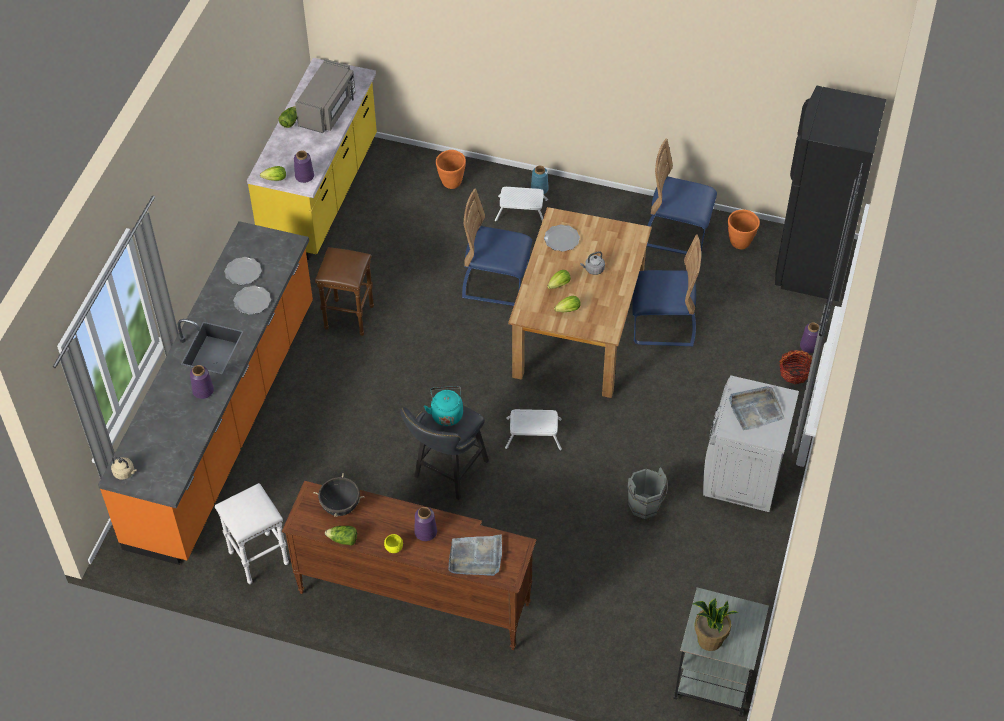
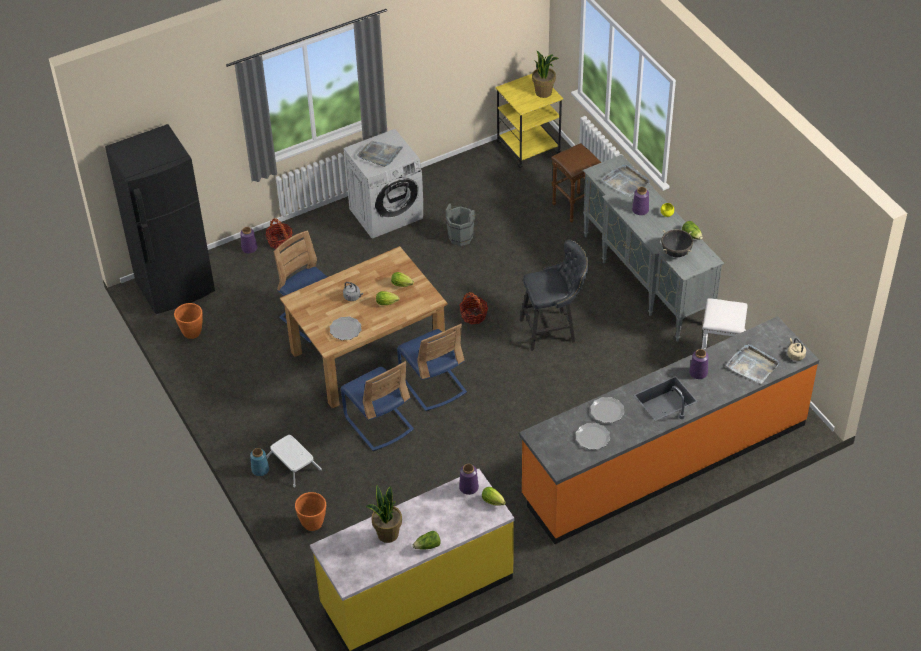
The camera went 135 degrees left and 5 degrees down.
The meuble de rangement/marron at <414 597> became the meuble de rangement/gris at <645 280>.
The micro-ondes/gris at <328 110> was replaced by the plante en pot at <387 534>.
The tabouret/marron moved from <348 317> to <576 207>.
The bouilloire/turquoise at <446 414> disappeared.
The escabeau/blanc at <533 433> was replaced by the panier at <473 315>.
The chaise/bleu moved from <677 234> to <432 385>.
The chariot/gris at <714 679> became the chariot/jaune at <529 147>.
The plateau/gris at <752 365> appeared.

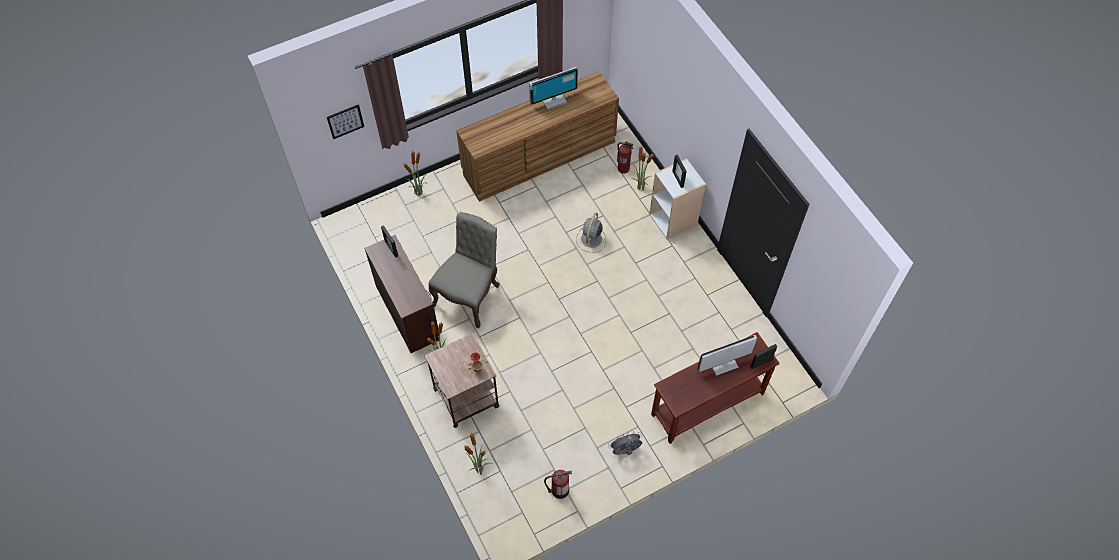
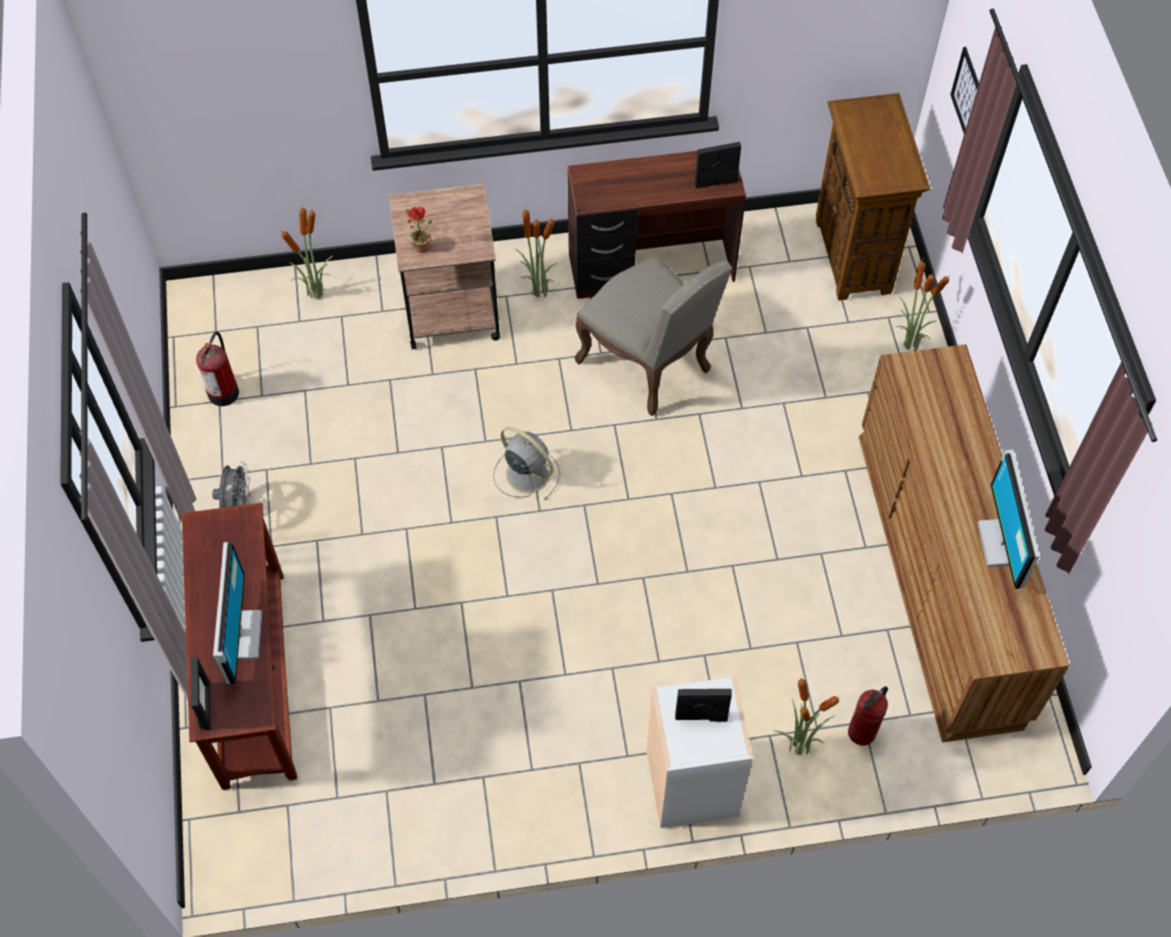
The camera went 110 degrees right and 0 degrees up.
The ventilateur/gris moved from <591 239> to <526 473>.
The meuble de rangement/marron at <854 257> appeared.

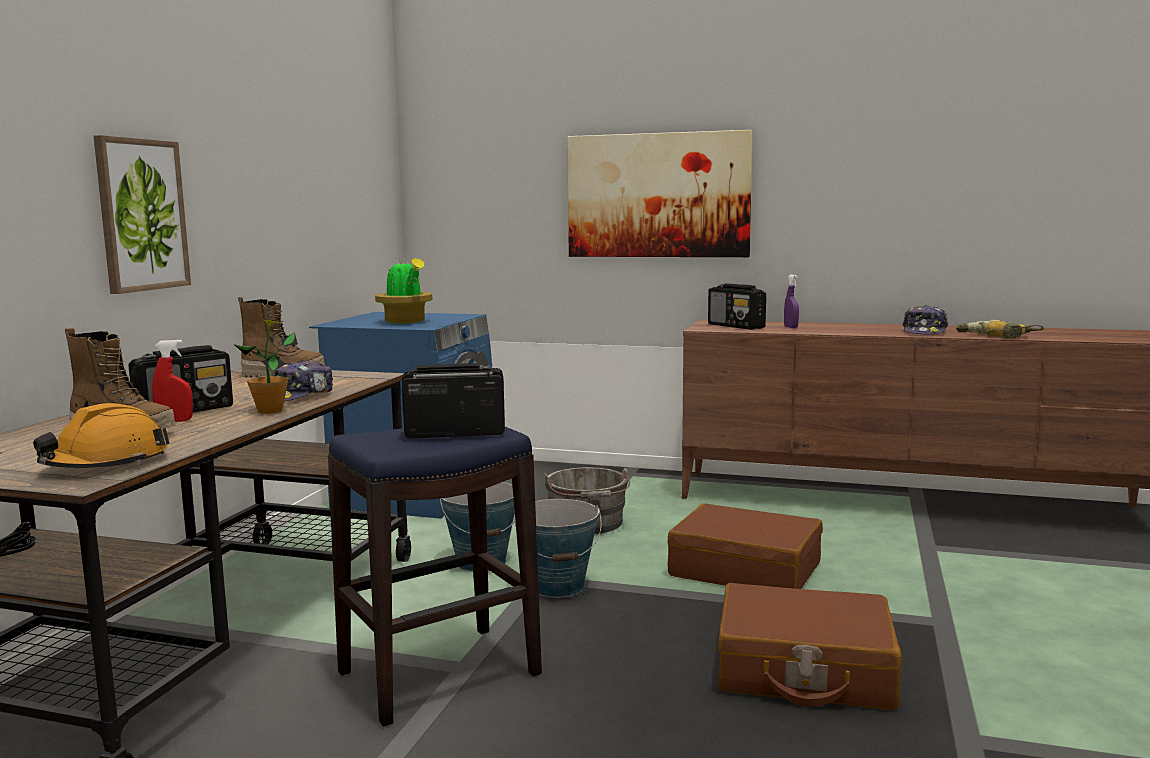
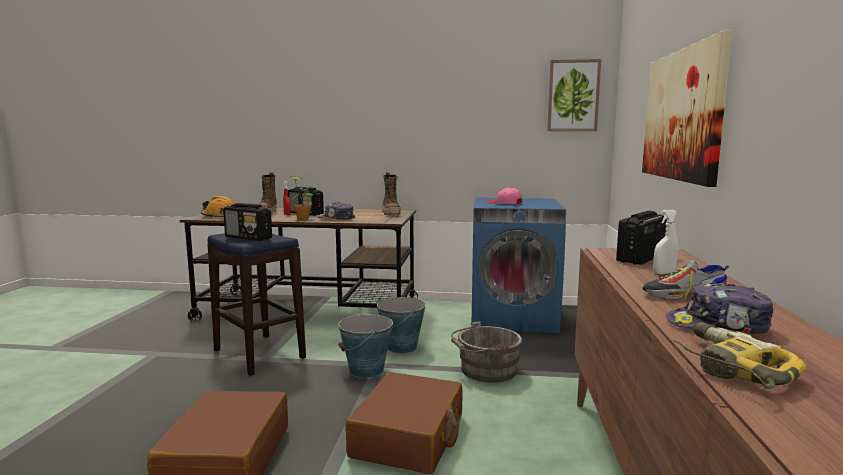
The camera went 80 degrees right and 0 degrees up.
The tableau moved from <141 215> to <573 96>.
The plante en pot at <406 322> was replaced by the casquette/rose at <505 203>.
The radio at <454 433> turned 135 degrees clockwise.
The vaporisateur/violet at <790 327> became the vaporisateur/blanc at <664 273>.
The chaussure at <683 296> appeared.

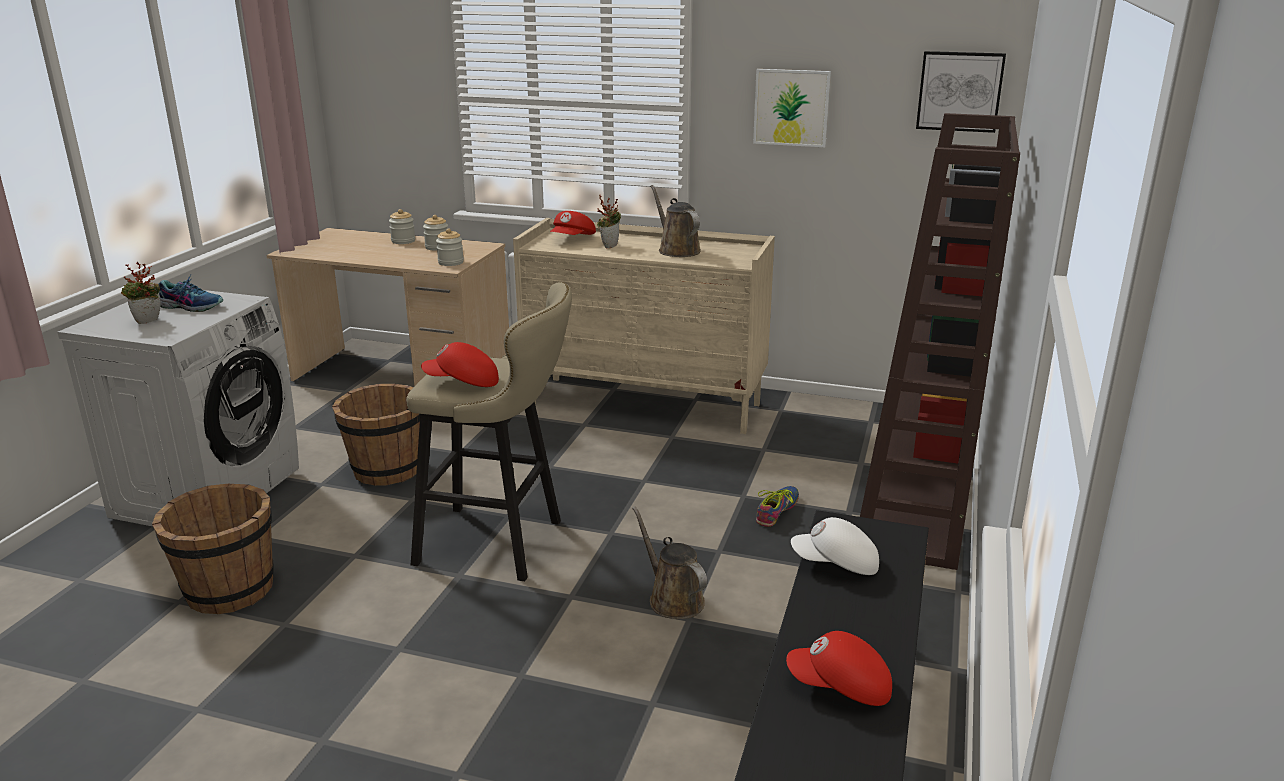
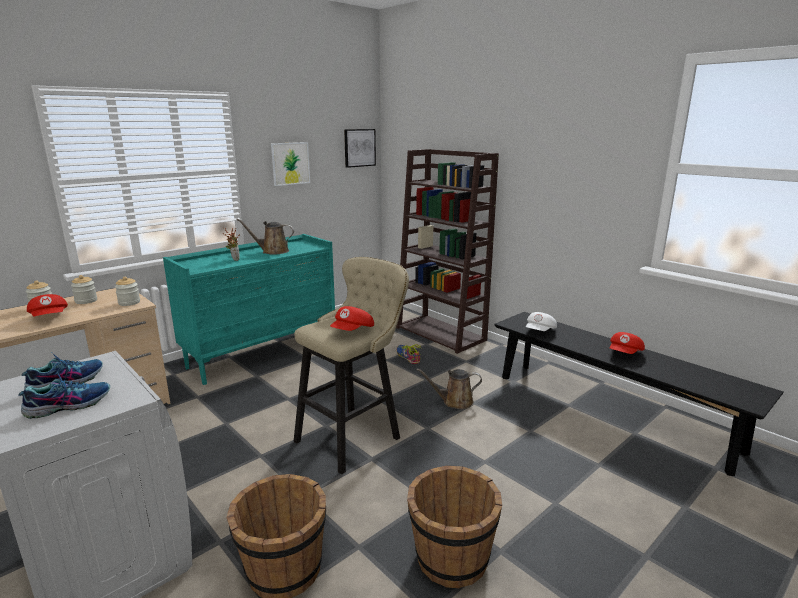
The camera went 60 degrees left and 5 degrees down.
The plante en pot at <148 322> was replaced by the chaussure at <69 405>.
The seau/marron moved from <386 470> to <451 560>.
The meuble de rangement/beige at <646 404> became the meuble de rangement/turquoise at <263 354>.
The casquette/rouge moved from <573 239> to <50 317>.

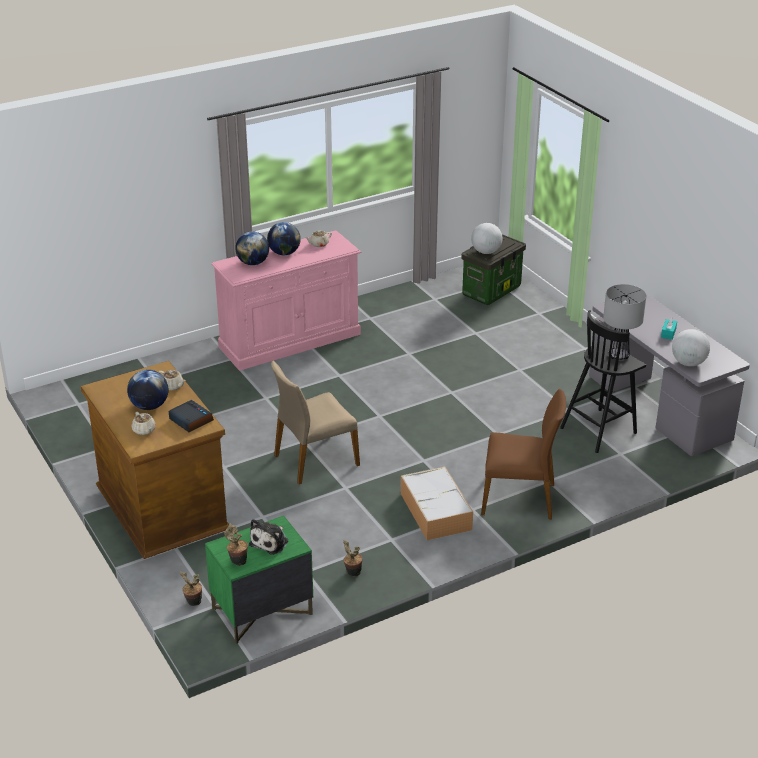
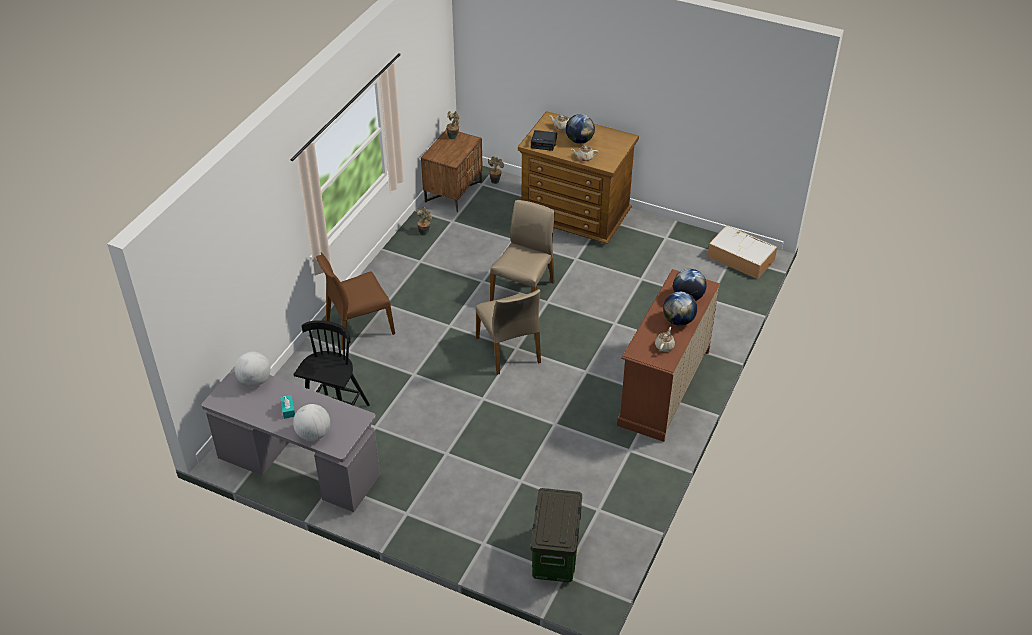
The camera went 145 degrees right and 10 degrees up.
The table de chevet/vert at <261 612> became the table de chevet/marron at <453 192>.
The meuble de rangement/rose at <291 340> became the meuble de rangement/marron at <663 388>.
The peluche at <270 542> disappeared.
The boîte de rangement moved from <436 512> to <739 258>.
The globe moved from <486 252> to <314 434>.
The lampe de table at <619 356> disappeared.
The chaise/beige at <509 350> appeared.

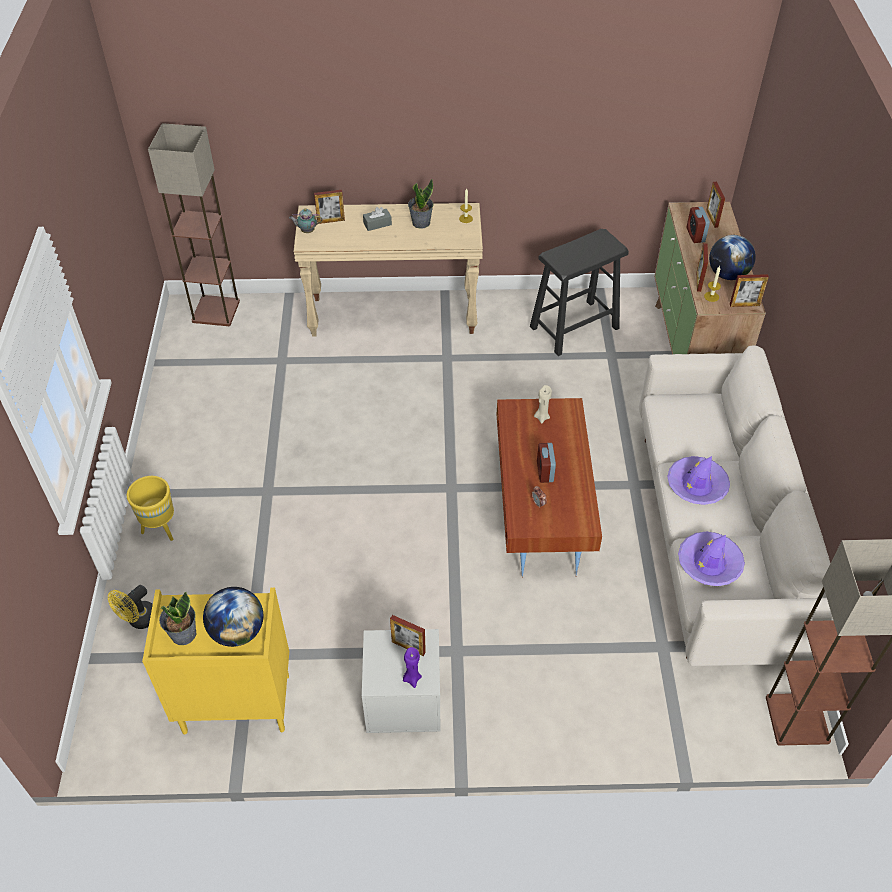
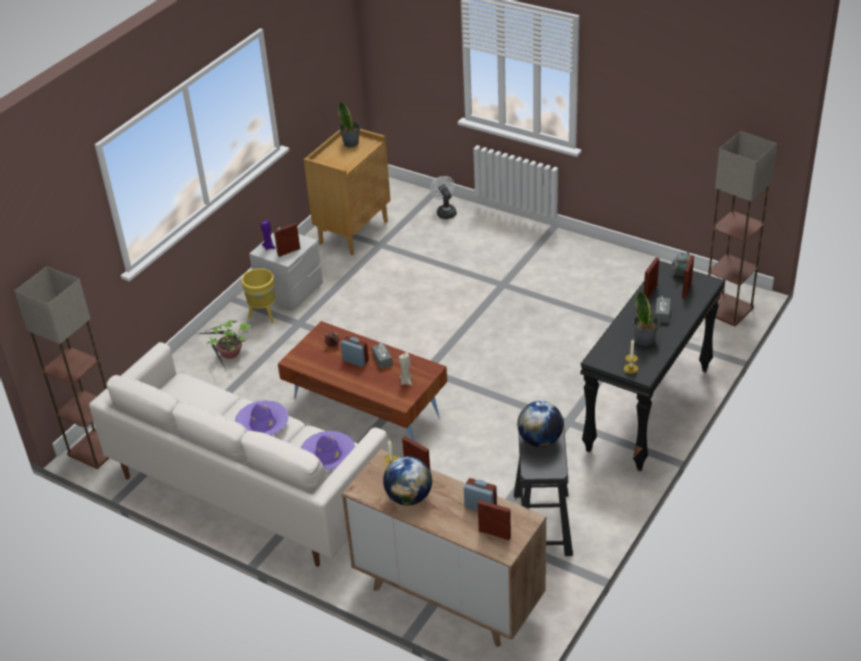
The camera went 125 degrees right and 10 degrees down.
The ventilateur/jaune at <139 620> became the ventilateur/blanc at <445 212>.
The cache-pot/jaune moved from <160 528> to <264 315>.
The meuble de rangement/jaune at <235 703> became the meuble de rangement/marron at <354 232>.
The globe moved from <237 631> to <540 440>.
The table console/beige at <393 315> became the table console/noir at <649 410>.
The chapeau/violet moved from <709 563> to <328 455>.
The cadre photo moved from <744 305> to <650 292>.
The plante en pot at <231 356> appeared.
The boîte à mouchoirs/gris at <382 360> appeared.

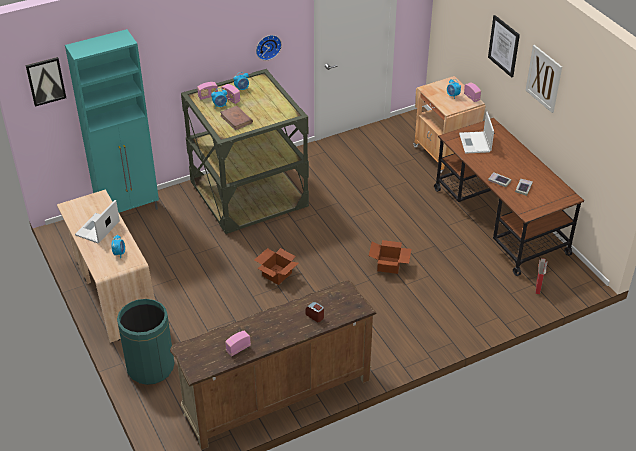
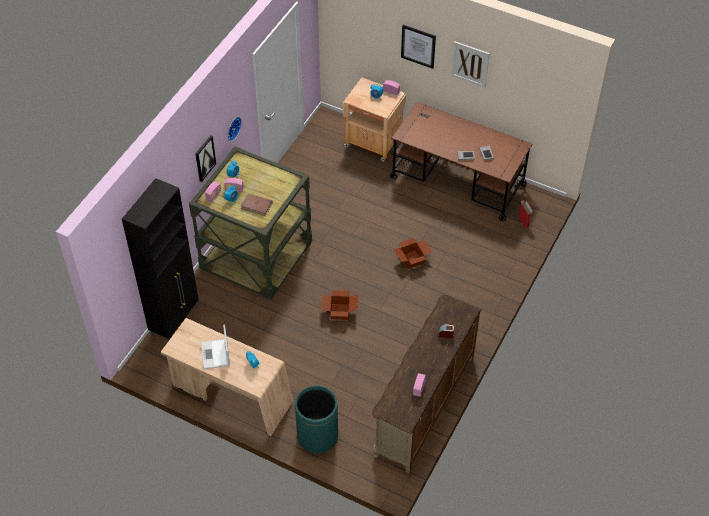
The camera went 35 degrees left and 10 degrees up.
The tableau moved from <45 81> to <204 158>.
The meuble de rangement/turquoise at <129 210> became the meuble de rangement/noir at <175 321>.
The ordinateur portable at <475 143> disappeared.

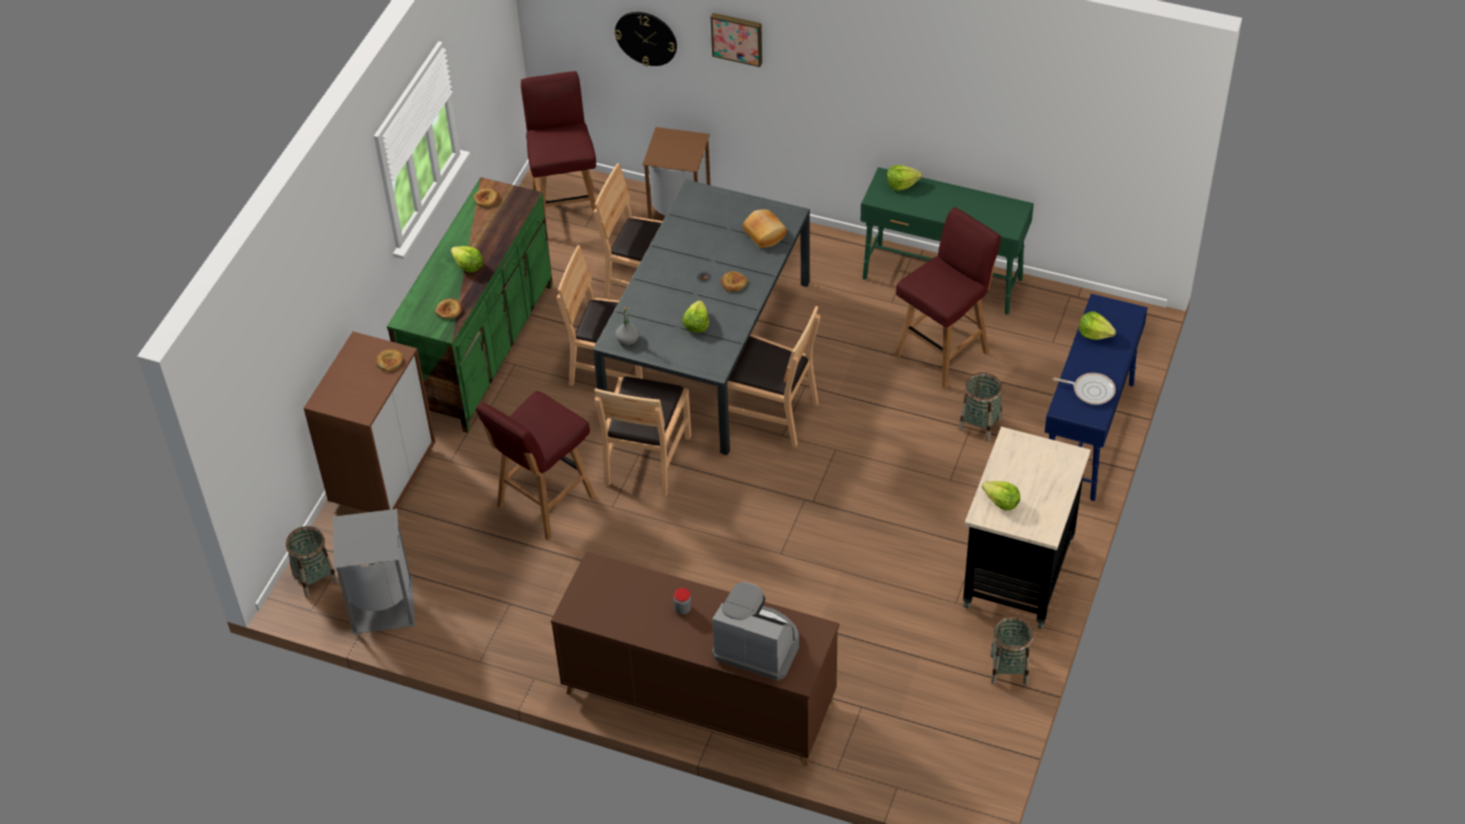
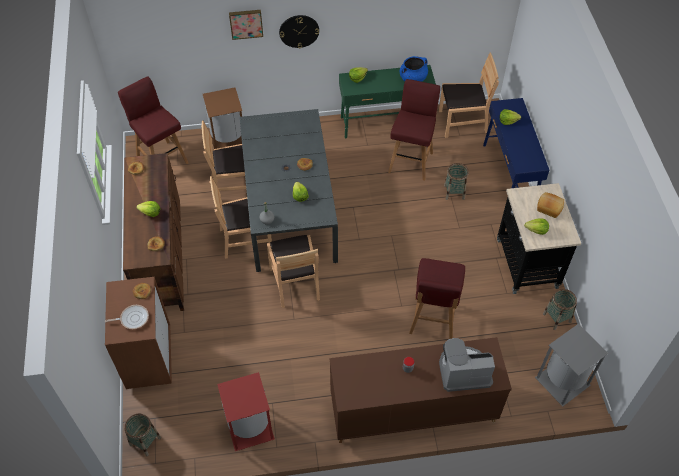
The camera went 30 degrees left and 5 degrees up.
The poubelle/gris moved from <383 603> to <562 380>.
The meuble de rangement/vert at <483 348> became the meuble de rangement/marron at <162 256>.
The tabouret/rouge moved from <544 503> to <433 320>.
The horloge murale moved from <646 38> to <299 31>.
The chaise/marron moved from <769 414> to <462 122>.
The pain moved from <765 234> to <549 207>.
The poêle moved from <1091 390> to <132 318>.
The poubelle/rouge at <250 427> appeared.
The marmite/bleu at <413 78> appeared.

